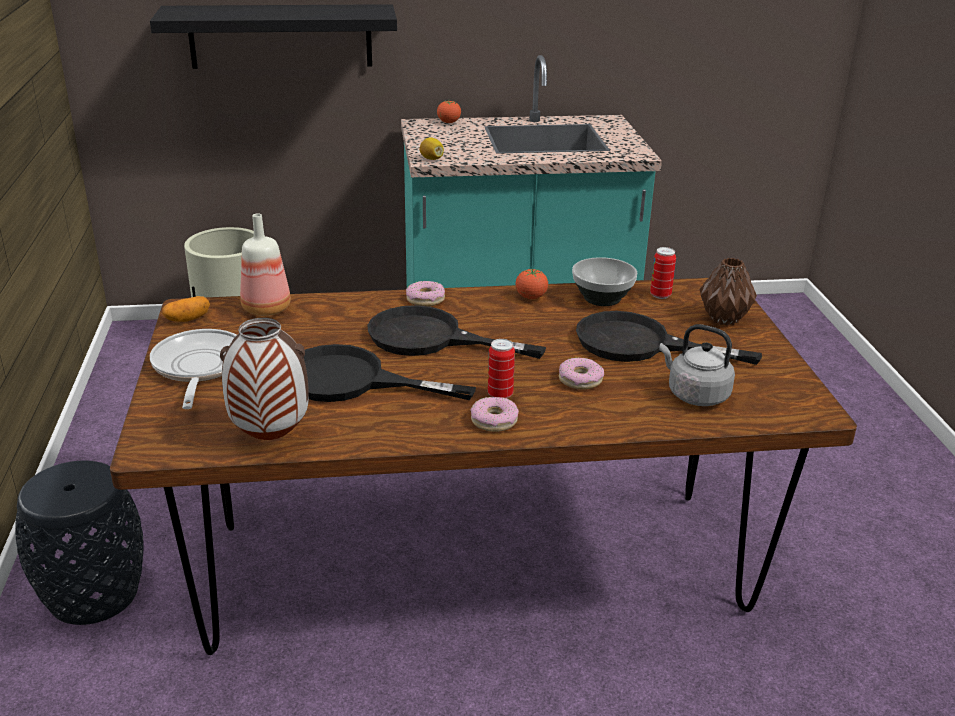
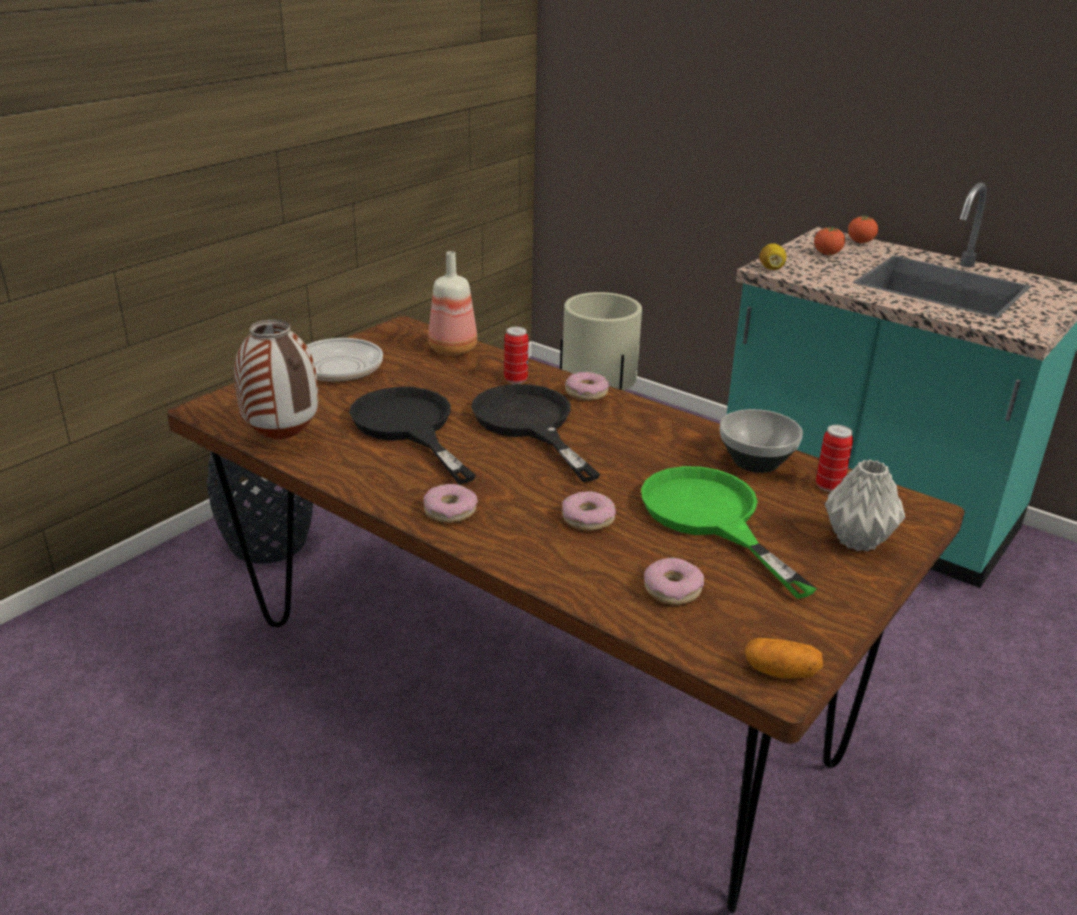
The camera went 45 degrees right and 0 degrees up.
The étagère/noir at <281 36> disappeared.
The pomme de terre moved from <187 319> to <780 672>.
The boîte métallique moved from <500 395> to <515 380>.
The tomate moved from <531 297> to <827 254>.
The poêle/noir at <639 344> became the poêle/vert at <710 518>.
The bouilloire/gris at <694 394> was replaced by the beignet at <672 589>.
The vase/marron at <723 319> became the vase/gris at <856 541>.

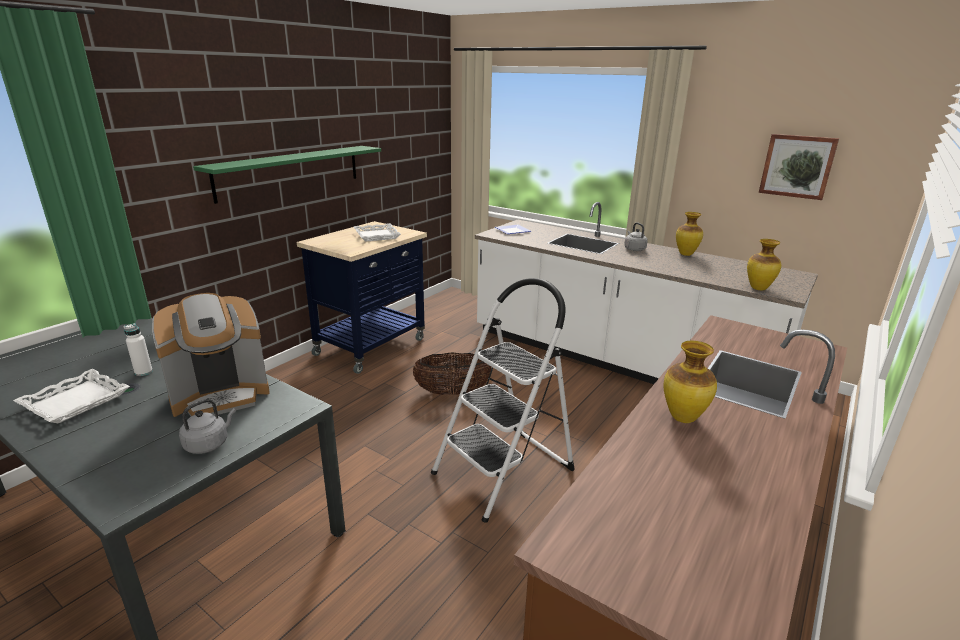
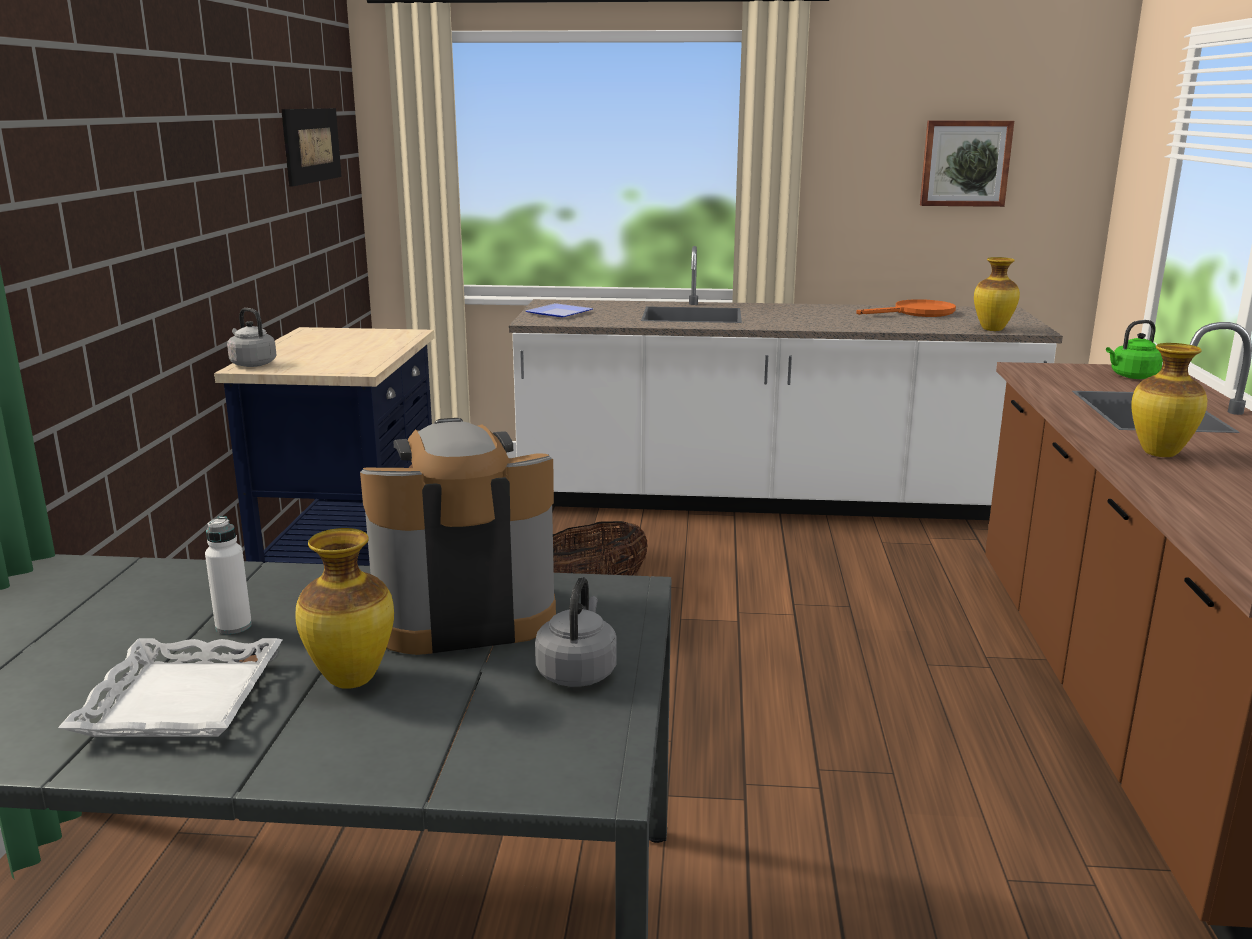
The camera went 30 degrees left and 5 degrees down.
The machine à café at <221 395> turned 135 degrees counterclockwise.
The étagère/vert at <290 172> disappeared.
The plateau/blanc at <376 236> disappeared.
The escabeau at <507 471> disappeared.
The bouilloire/gris moved from <634 249> to <252 364>.
The vase moved from <685 254> to <351 681>.
The tableau at <311 145> appeared.
The poêle/orange at <917 313> appeared.
The bouilloire/vert at <1132 376> appeared.

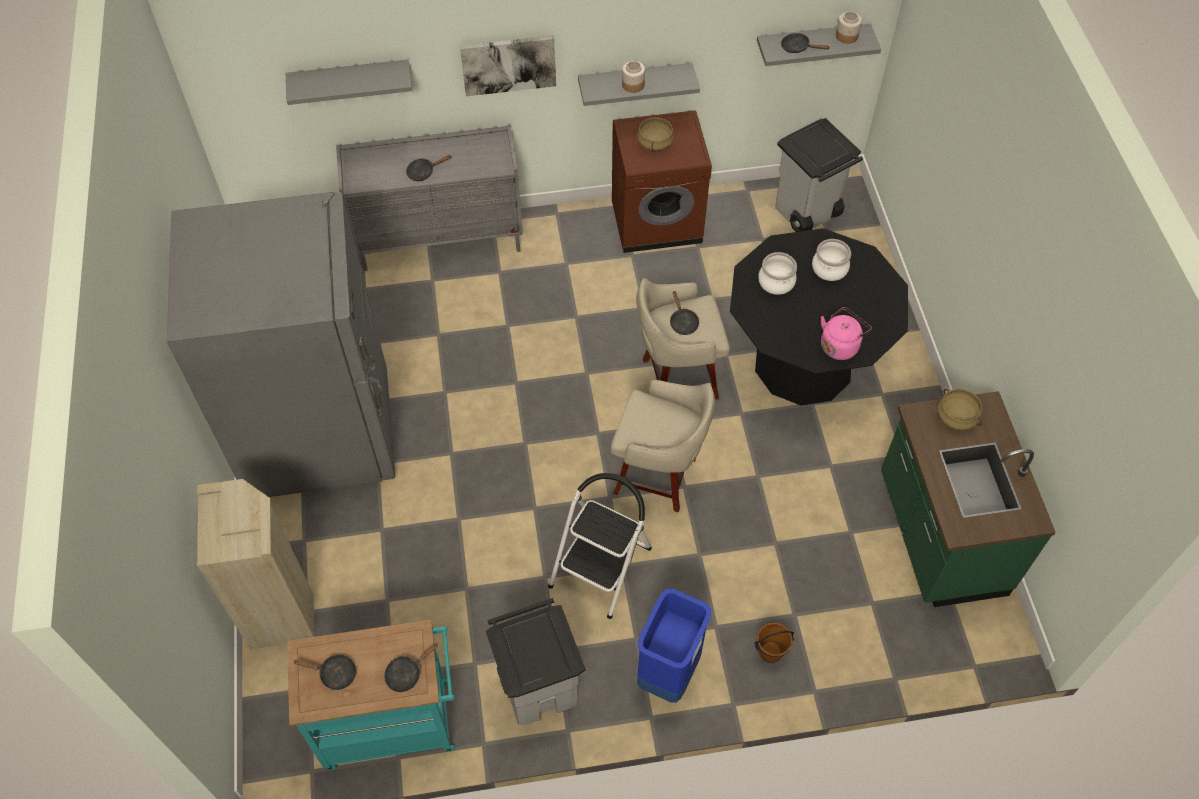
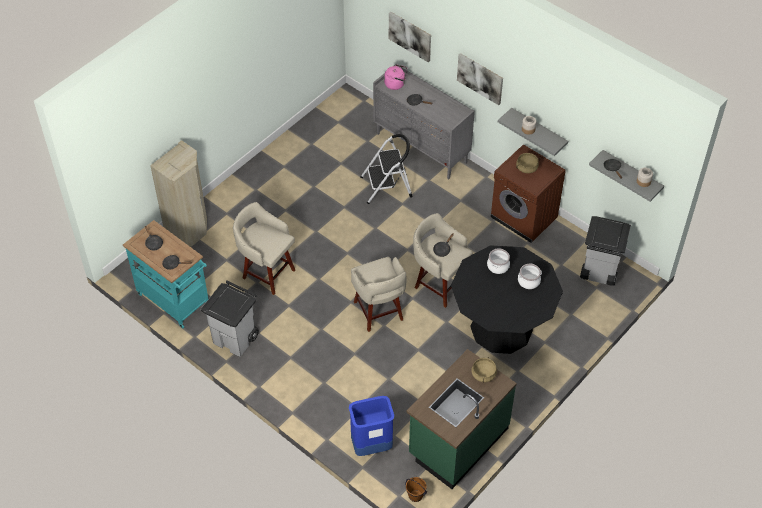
The camera went 50 degrees right and 5 degrees down.
The réfrigérateur/gris at <319 431> disappeared.
The étagère/gris at <350 80> was replaced by the tableau at <410 36>.
The escabeau moved from <603 565> to <388 187>.
The poubelle/bleu moved from <668 672> to <371 446>.
The seau/marron moved from <770 652> to <415 496>.
The bouilloire/rose moved from <840 345> to <396 84>.
The tabouret/beige at <267 273> appeared.

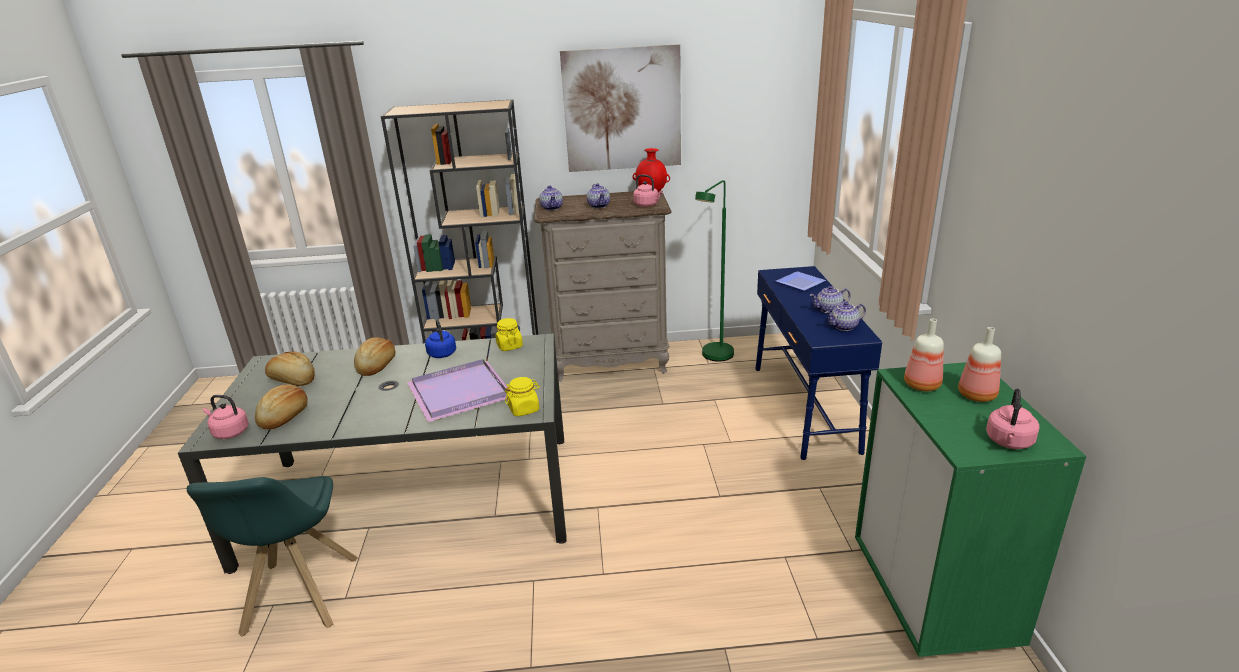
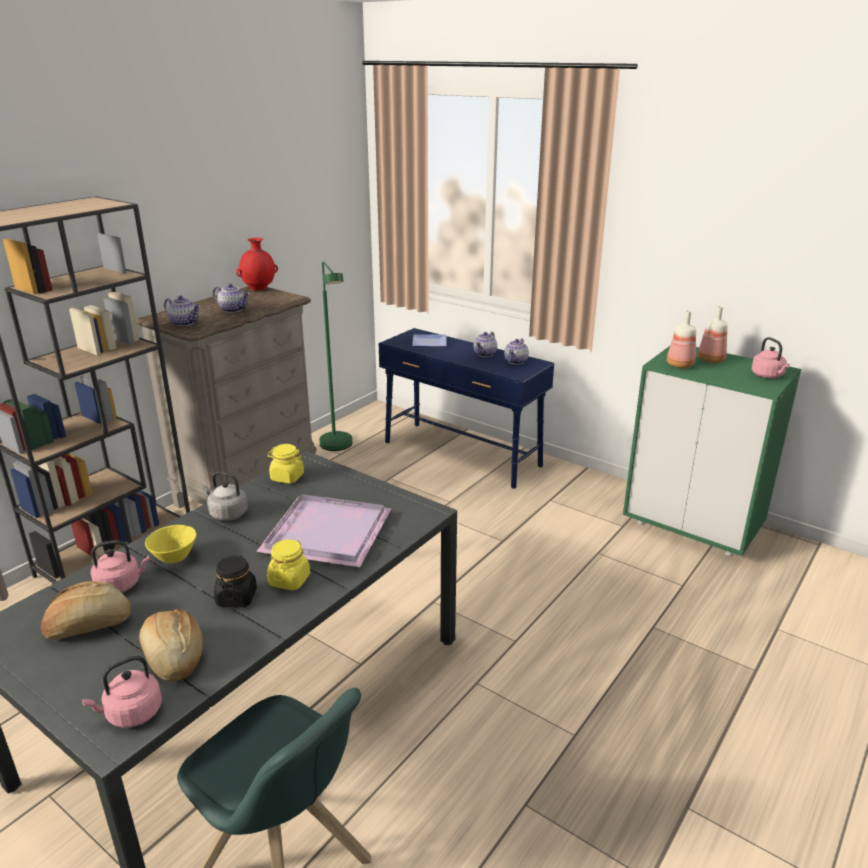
The camera went 50 degrees left and 0 degrees up.
The pain at <377 365> was replaced by the bol/jaune at <174 558>.
The bouilloire/bleu at <442 353> became the bouilloire/gris at <226 514>.
The bocal/jaune moved from <524 409> to <289 580>.
The tableau at <622 109> disappeared.
The bouilloire/rose moved from <647 205> to <121 585>.
The bocal/noir at <236 597> appeared.

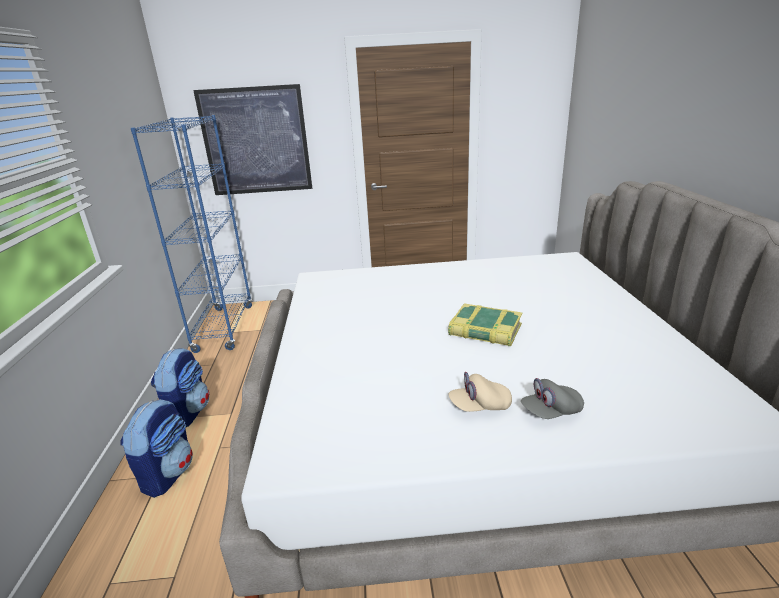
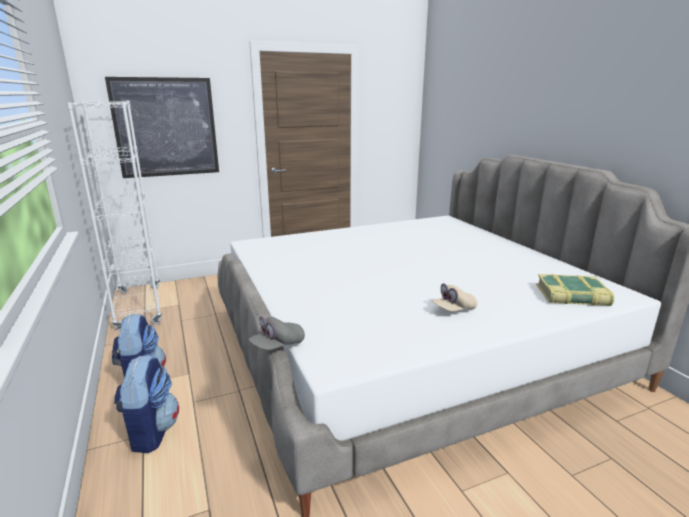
The camera went 20 degrees left and 5 degrees down.
The bibliothèque/bleu at <224 328> became the bibliothèque/blanc at <139 307>.
The livre moved from <485 331> to <572 296>.
The casquette/gris moved from <551 411> to <278 345>.

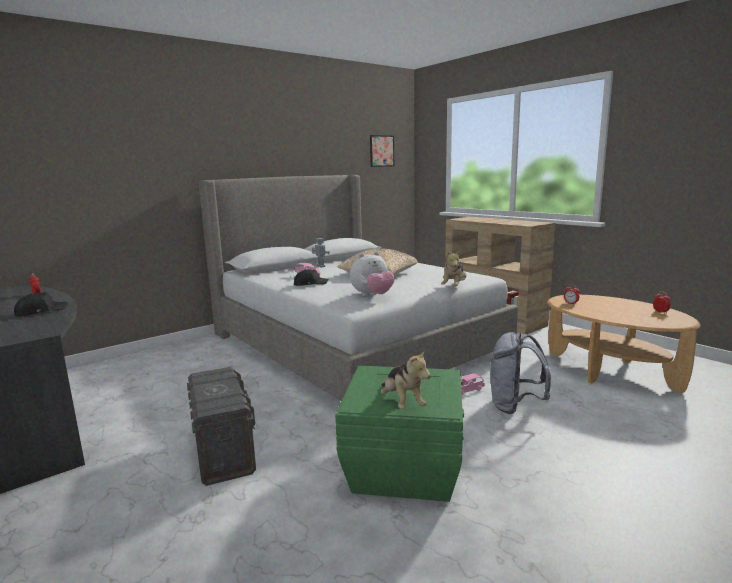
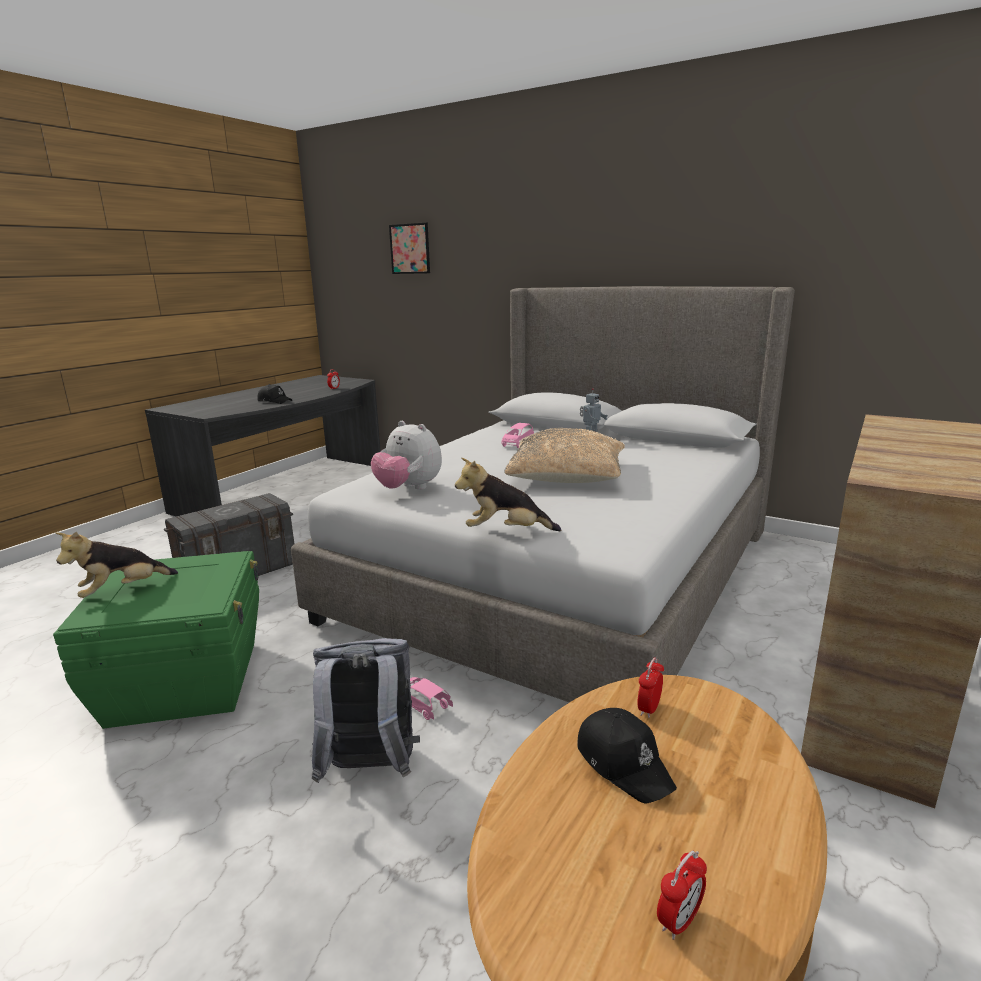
The camera went 70 degrees right and 5 degrees up.
The casquette/noir moved from <310 283> to <624 762>.
The tableau moved from <382 151> to <410 249>.

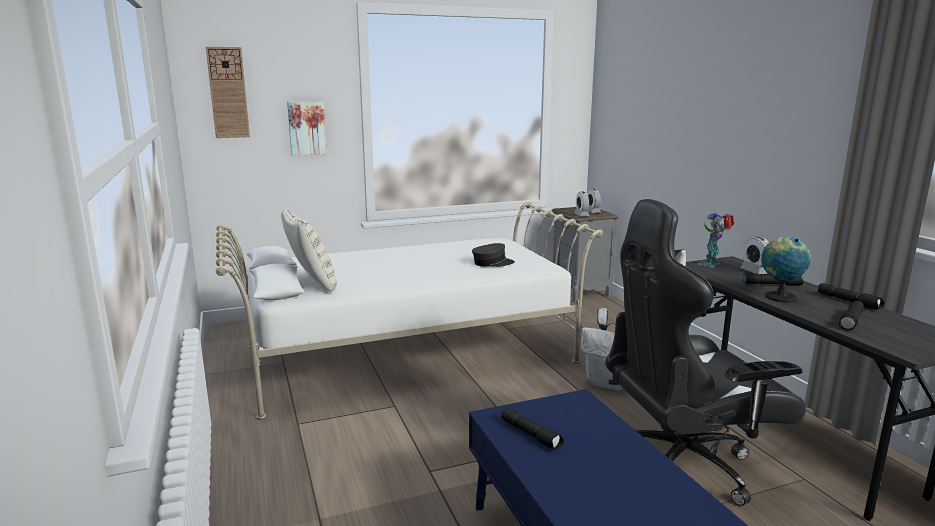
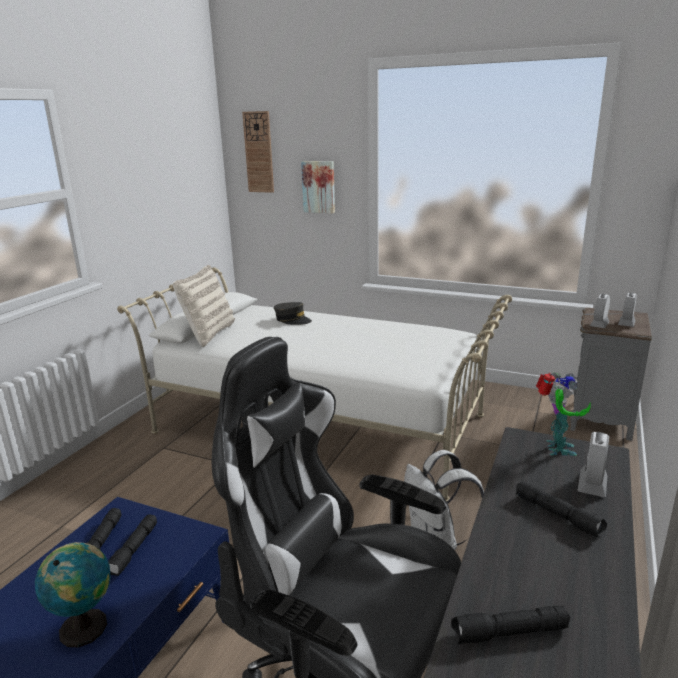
The camera went 45 degrees right and 5 degrees up.
The casquette/gris moved from <492 263> to <292 320>.
The robot jouet at <711 264> turned 105 degrees clockwise.
The globe moved from <779 297> to <85 625>.
The lampe de poche/noir moved from <849 302> to <134 551>.

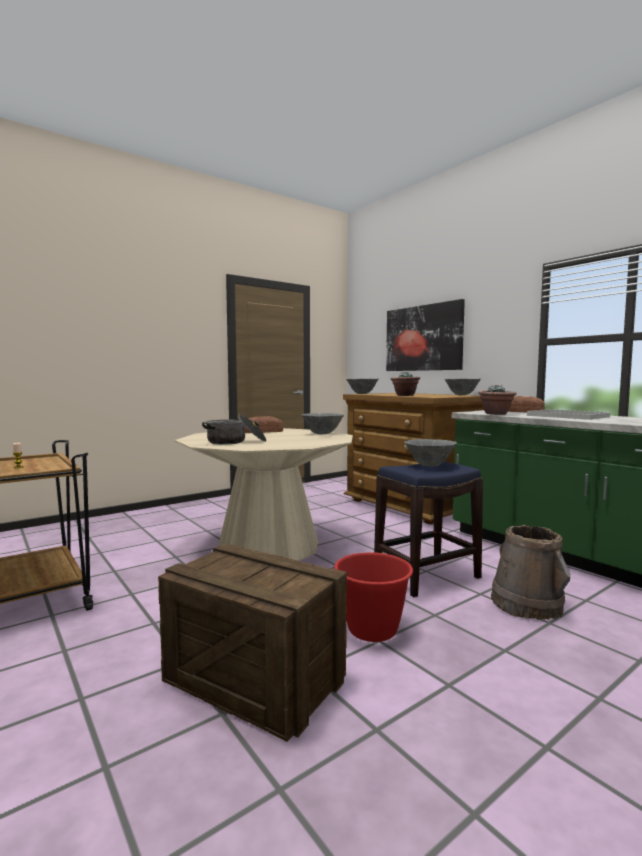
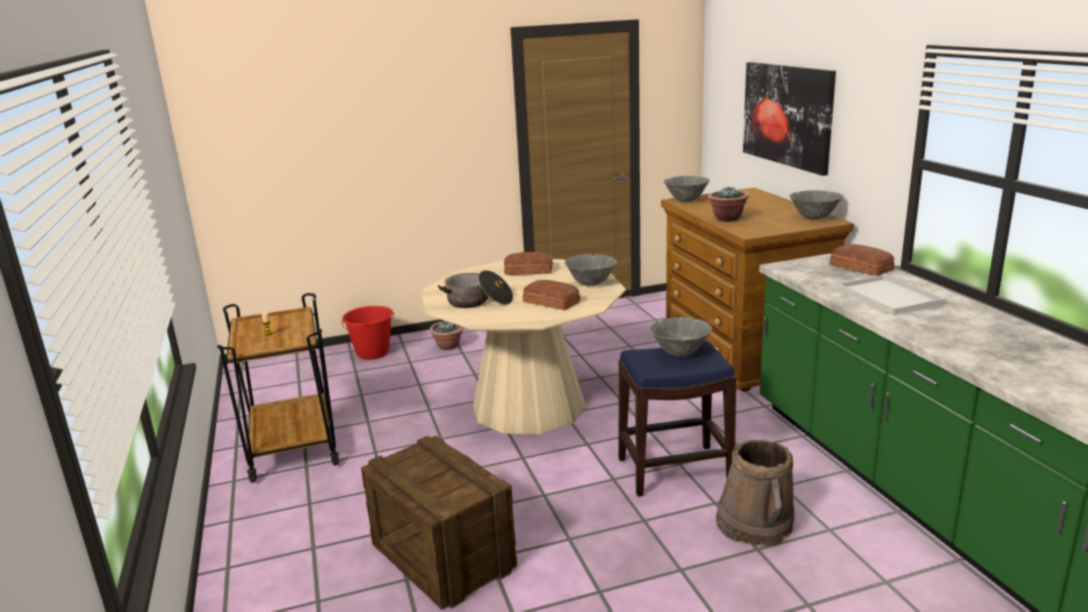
The camera went 20 degrees right and 15 degrees up.
The seau/rouge moved from <372 629> to <373 353>.
The plante en pot moved from <496 414> to <448 346>.
The pain at <551 301> appeared.

